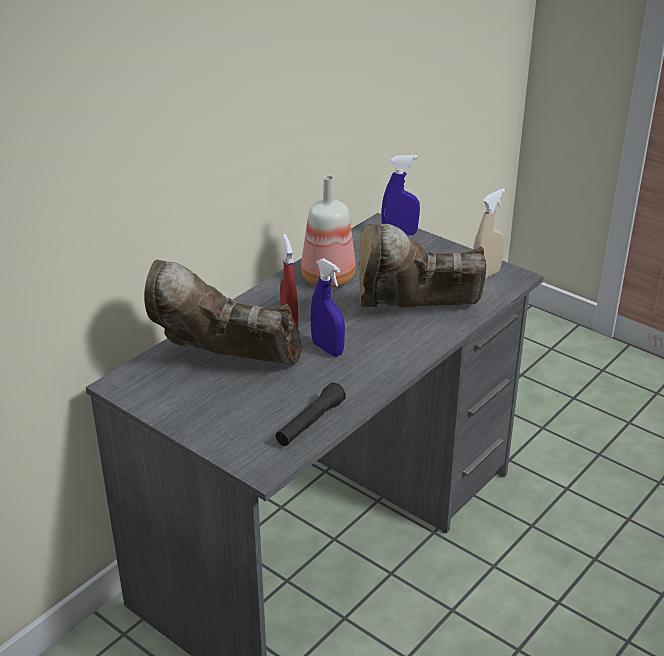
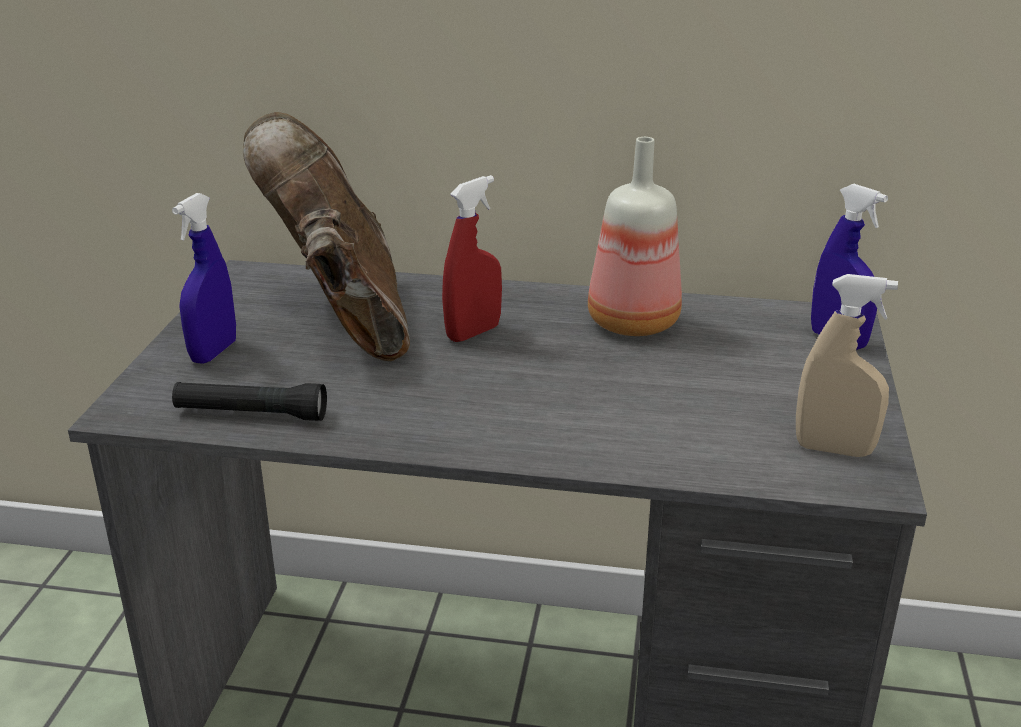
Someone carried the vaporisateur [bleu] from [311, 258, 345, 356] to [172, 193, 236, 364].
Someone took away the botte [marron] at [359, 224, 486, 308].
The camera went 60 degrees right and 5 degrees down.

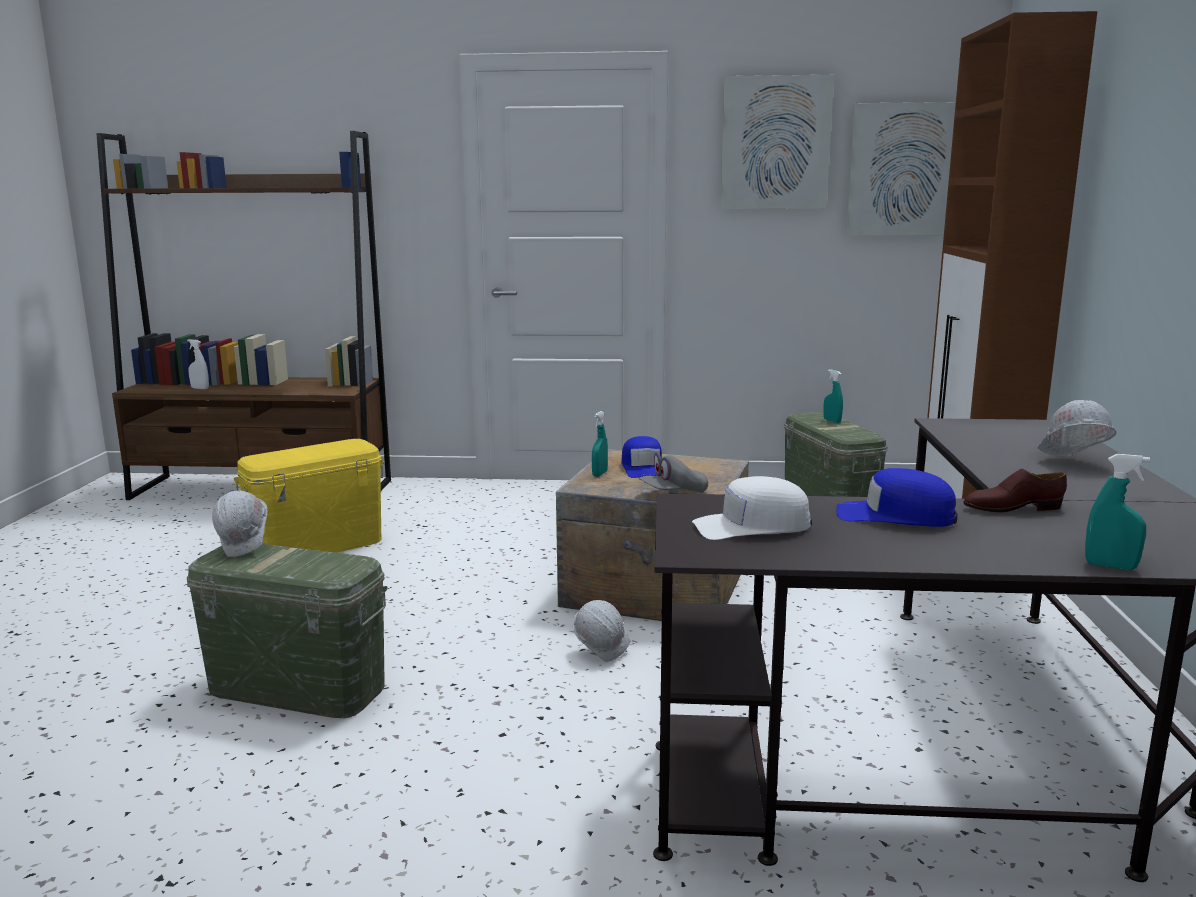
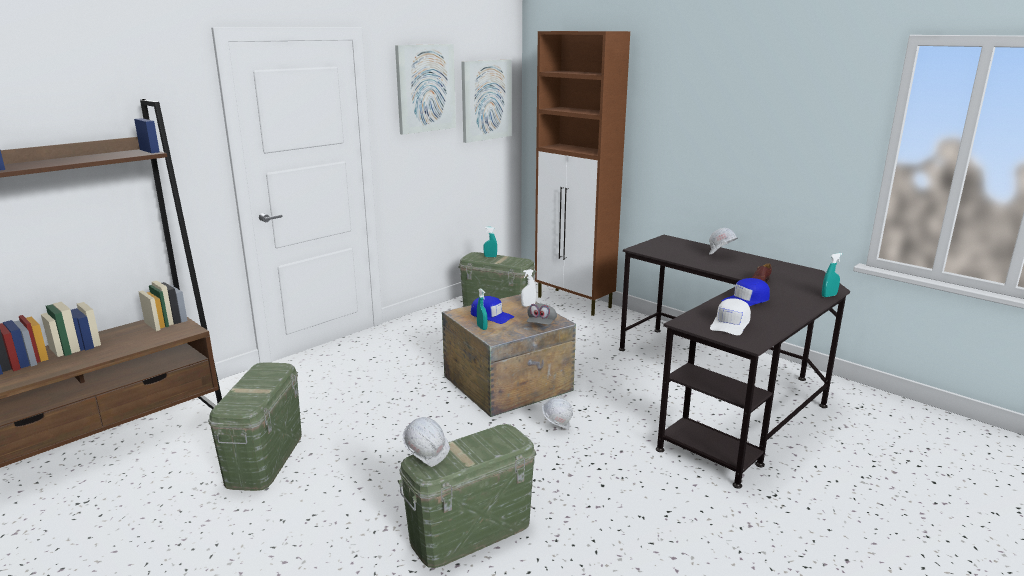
Someone repainted the boîte de rangement [jaune] at [234, 439, 384, 553], which became the boîte de rangement [vert] at [208, 362, 302, 491].
Someone carried the vaporisateur [blanc] from [187, 339, 209, 389] to [521, 269, 536, 307].
The camera went 50 degrees left and 5 degrees up.

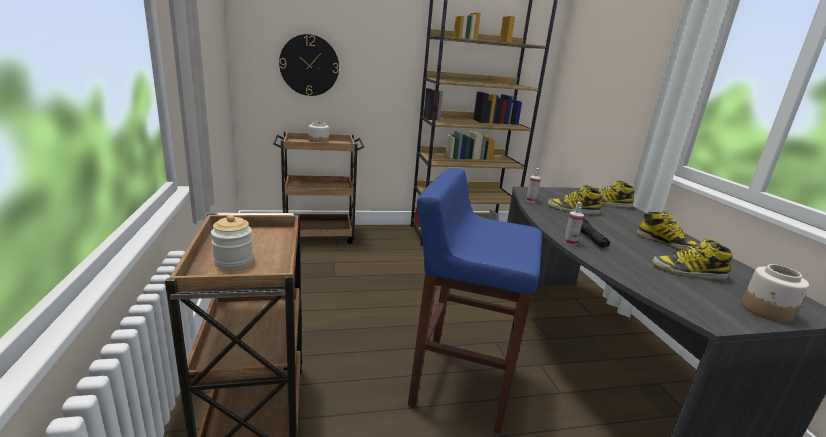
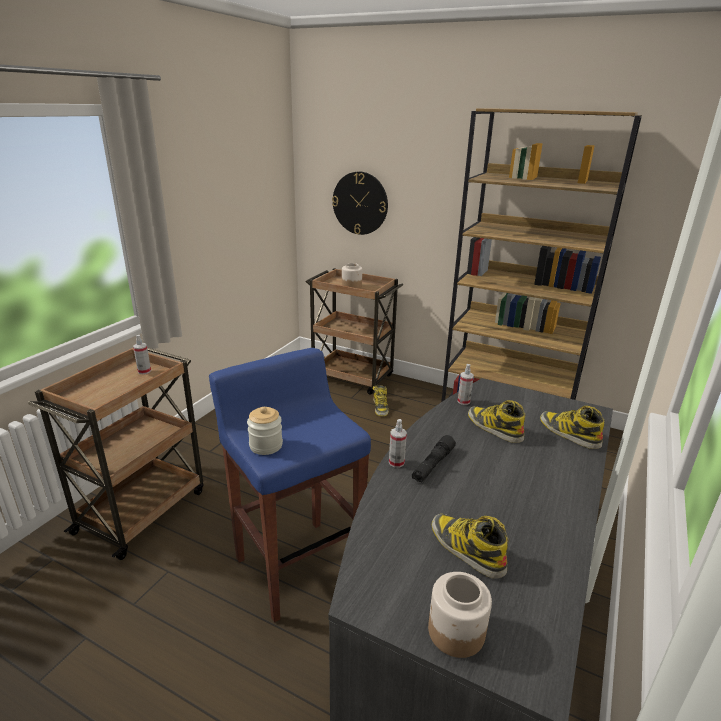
Someone put down the vaporisateur at [133, 335, 151, 374].
Someone carried the bocal from [211, 215, 253, 270] to [247, 407, 283, 455].
Someone carried the botte from [636, 211, 699, 250] to [373, 385, 389, 416].
The camera went 40 degrees right and 5 degrees up.

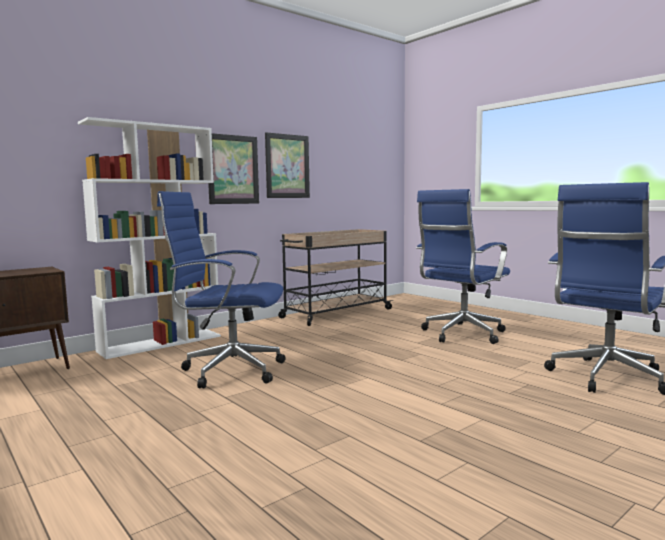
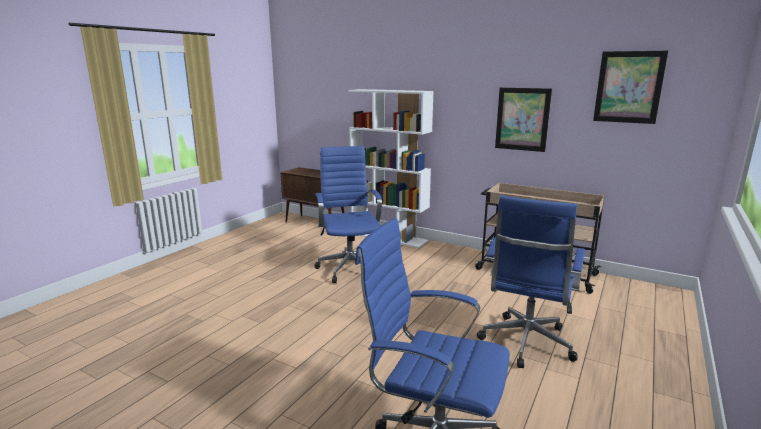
Someone rotated the chaise de bureau [bleu] at [416, 189, 510, 344] by 90 degrees counterclockwise.
Someone carried the tableau from [208, 133, 259, 204] to [593, 51, 668, 124].
The camera went 70 degrees right and 10 degrees up.

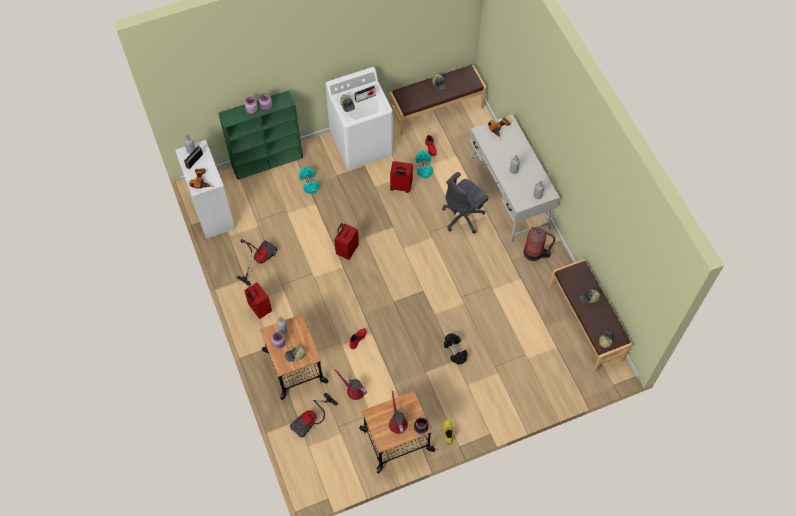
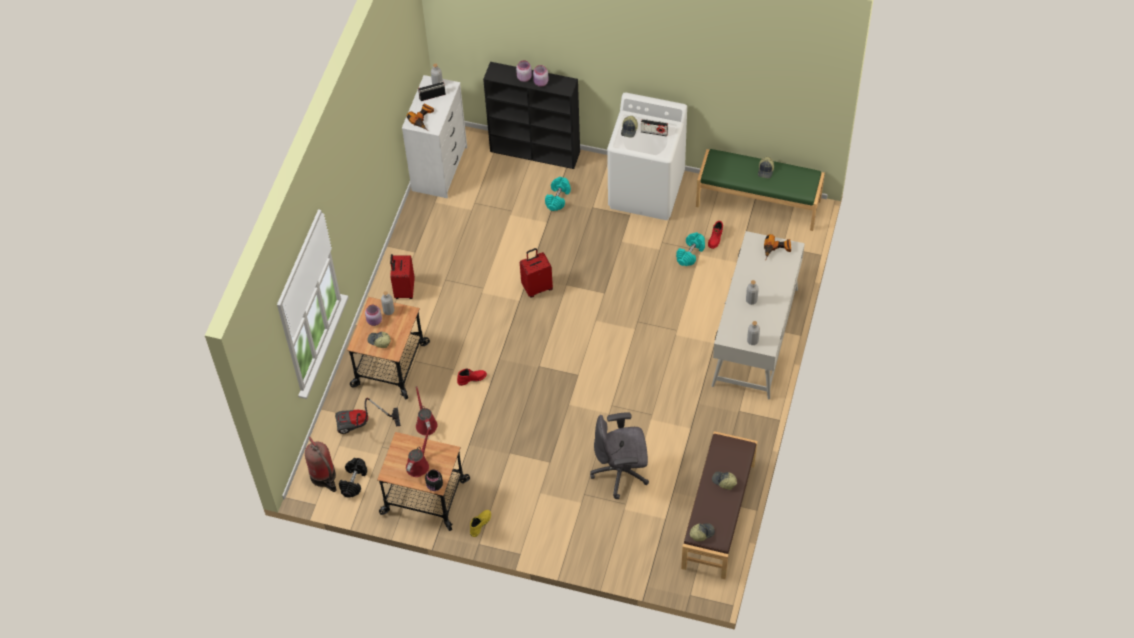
Someone carried the extincteur from [524, 226, 556, 261] to [305, 437, 336, 492].
Someone carried the haltère [noir] from [444, 333, 467, 364] to [339, 458, 367, 498].
Someone repainted the bibliothèque [vert] at [218, 90, 303, 180], which became the bibliothèque [noir] at [483, 62, 580, 169].
Someone carried the chaise de bureau [gris] from [442, 172, 488, 234] to [590, 412, 649, 499].
Someone repainted the banc [marron] at [390, 65, 486, 136], which became the banc [vert] at [696, 149, 825, 231].
Someone took away the aspirateur at [236, 239, 278, 286].
Someone took away the valise [rouge] at [390, 161, 413, 193].
The camera went 40 degrees right and 5 degrees down.

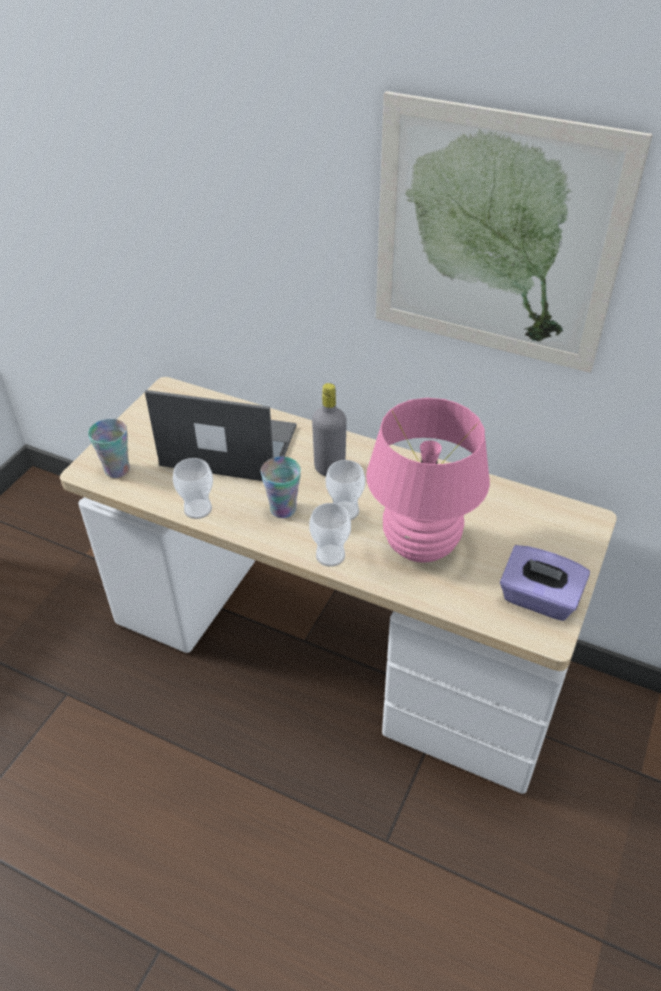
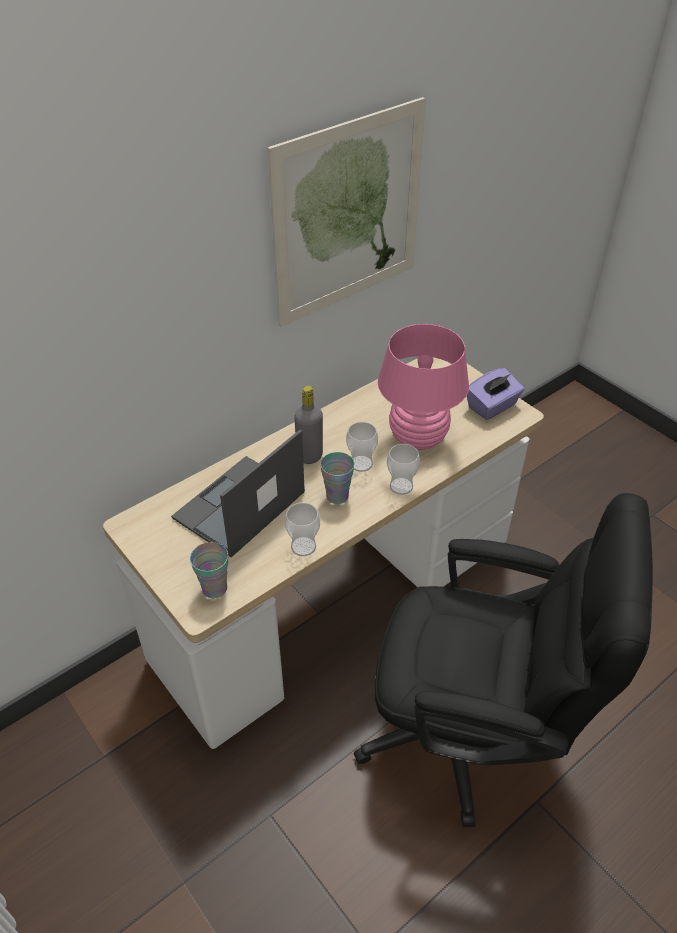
Someone put down the chaise de bureau [noir] at [354, 493, 653, 827].
The camera went 65 degrees left and 0 degrees up.

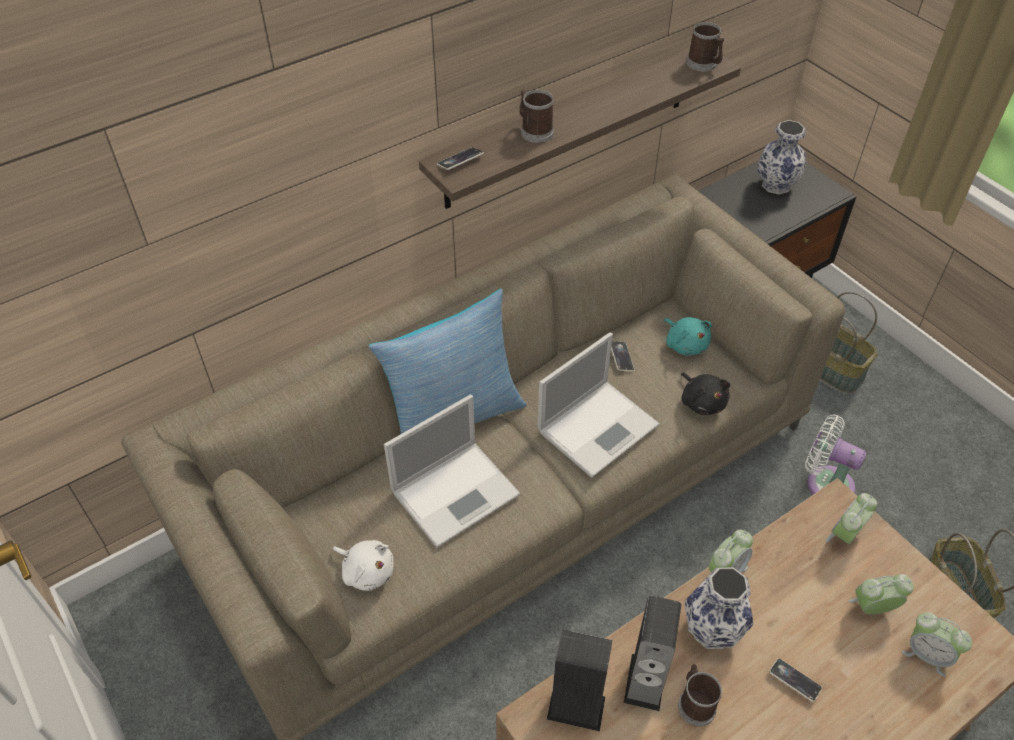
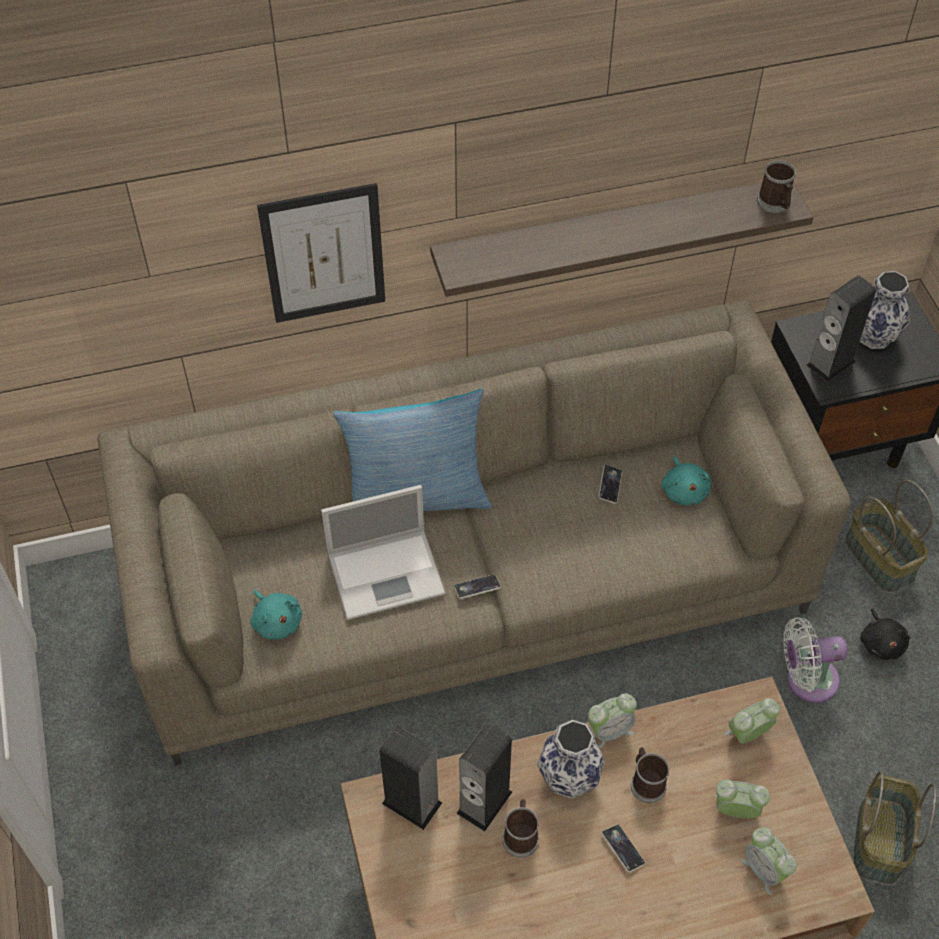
Someone repainted the peluche [blanc] at [333, 540, 394, 591], which became the peluche [turquoise] at [251, 590, 302, 640].
Someone put up the tableau at [257, 183, 385, 323].
Someone carried the téléphone from [437, 147, 484, 170] to [454, 574, 501, 599].
Someone carried the mug from [519, 89, 554, 143] to [631, 747, 669, 803].
Someone rotated the ventilateur [blanc] at [805, 414, 866, 495] by 60 degrees counterclockwise.
Someone put down the enceinte at [806, 275, 876, 382].
Someone carried the peluche [noir] from [681, 372, 730, 415] to [860, 609, 910, 660].
Someone took away the ordinateur portable at [537, 332, 660, 478].
The camera went 20 degrees right and 5 degrees up.

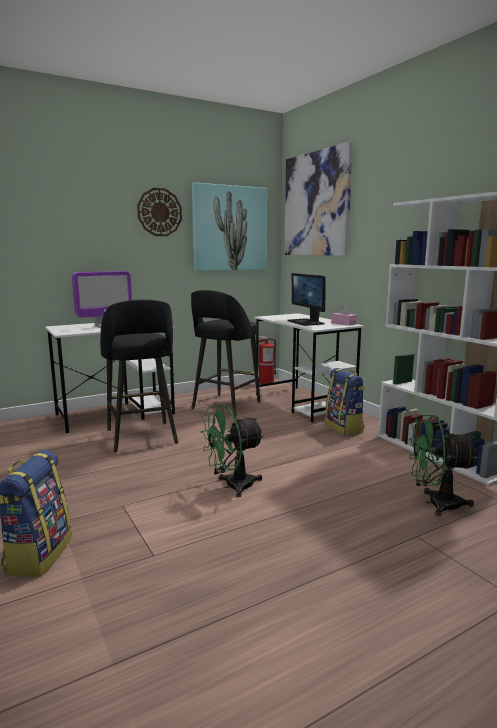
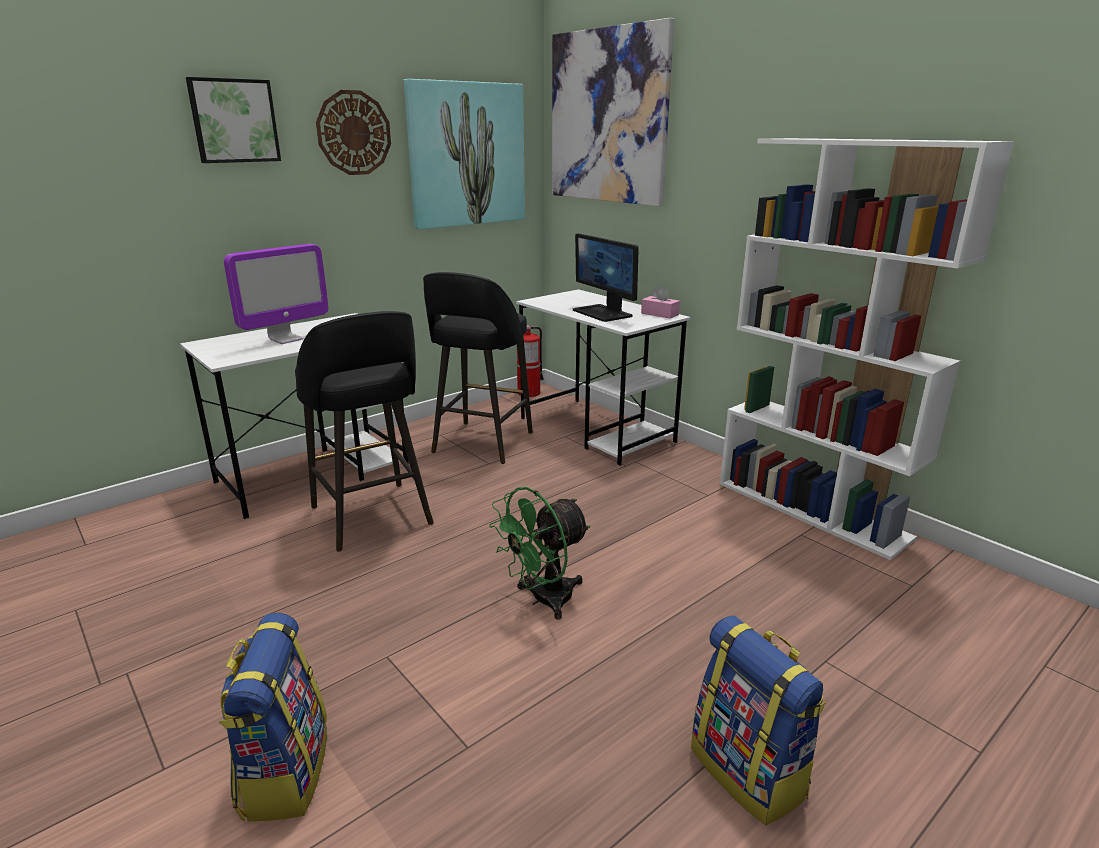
Someone put up the tableau at [186, 77, 281, 163].
Someone carried the sac à dos from [325, 368, 365, 436] to [691, 615, 826, 825].
Someone took away the ventilateur [vert] at [409, 415, 478, 516].
The camera went 10 degrees left and 10 degrees up.

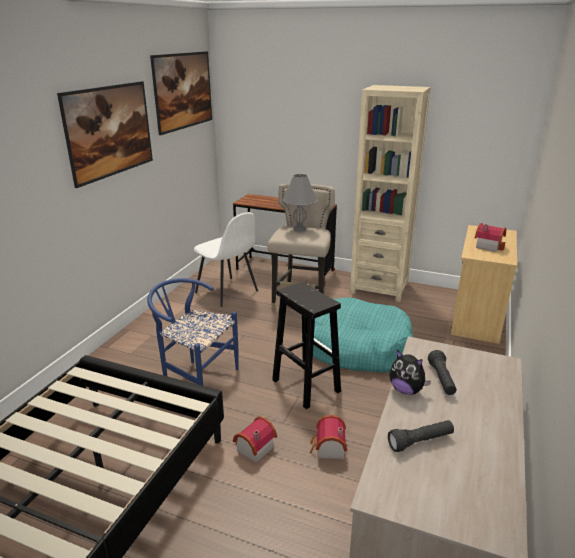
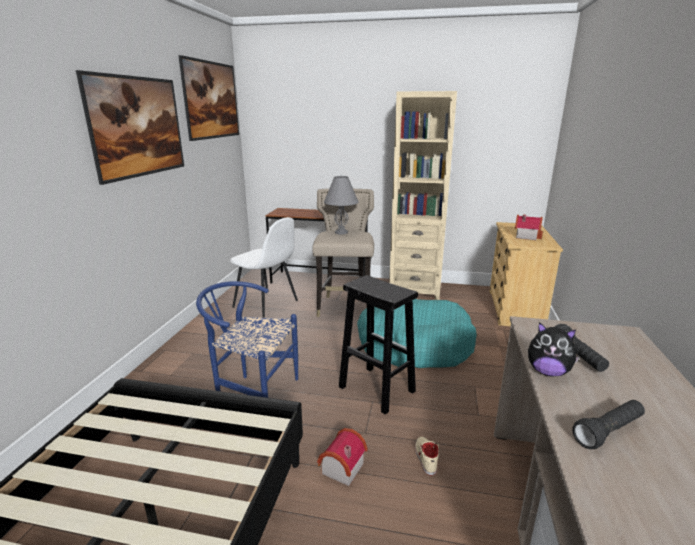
Someone swapped the maison miniature at [310, 415, 347, 459] for the chaussure [beige] at [415, 437, 439, 475].
The camera went 10 degrees left and 5 degrees down.

